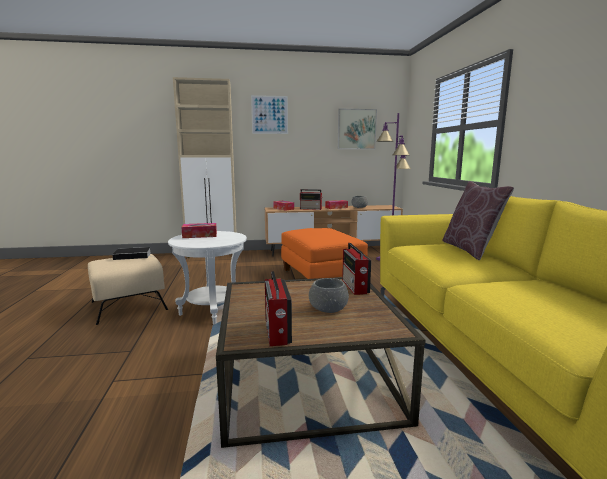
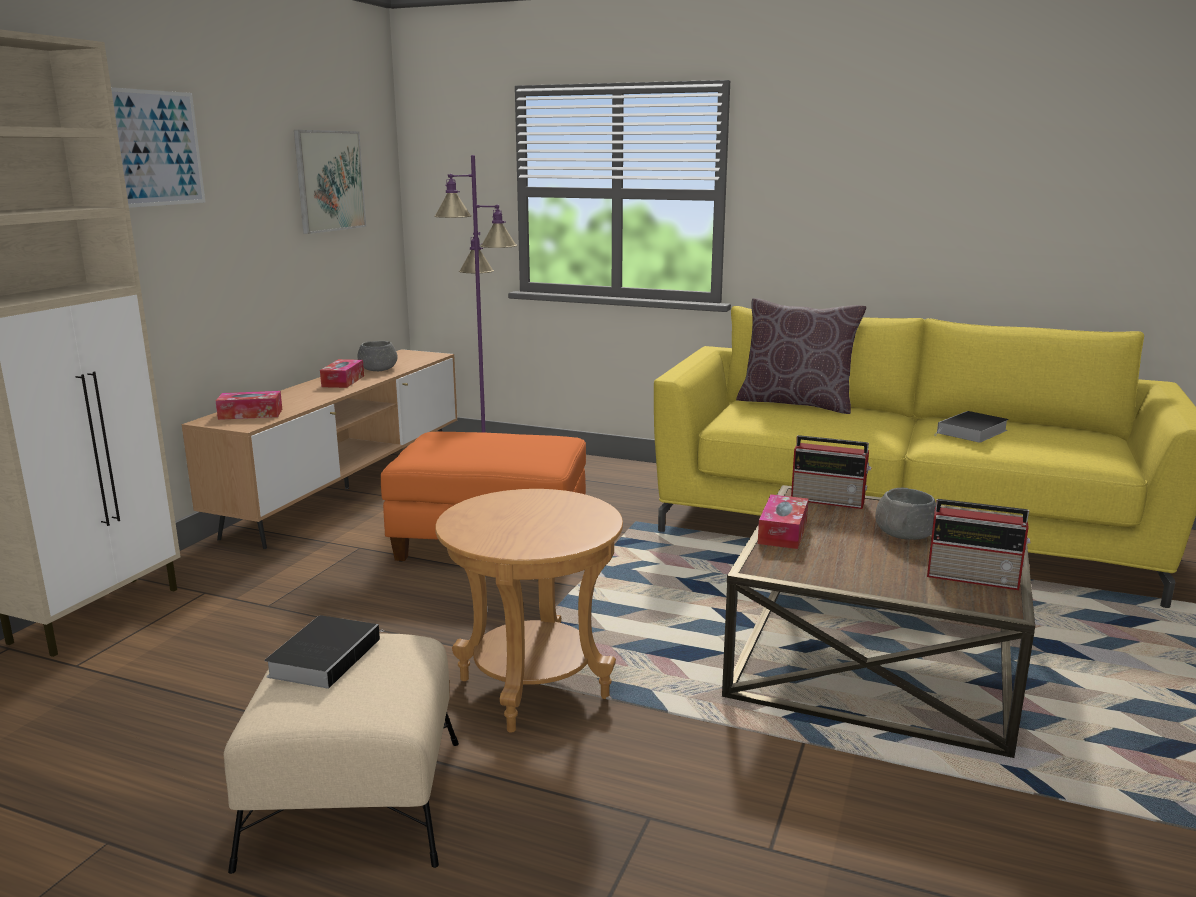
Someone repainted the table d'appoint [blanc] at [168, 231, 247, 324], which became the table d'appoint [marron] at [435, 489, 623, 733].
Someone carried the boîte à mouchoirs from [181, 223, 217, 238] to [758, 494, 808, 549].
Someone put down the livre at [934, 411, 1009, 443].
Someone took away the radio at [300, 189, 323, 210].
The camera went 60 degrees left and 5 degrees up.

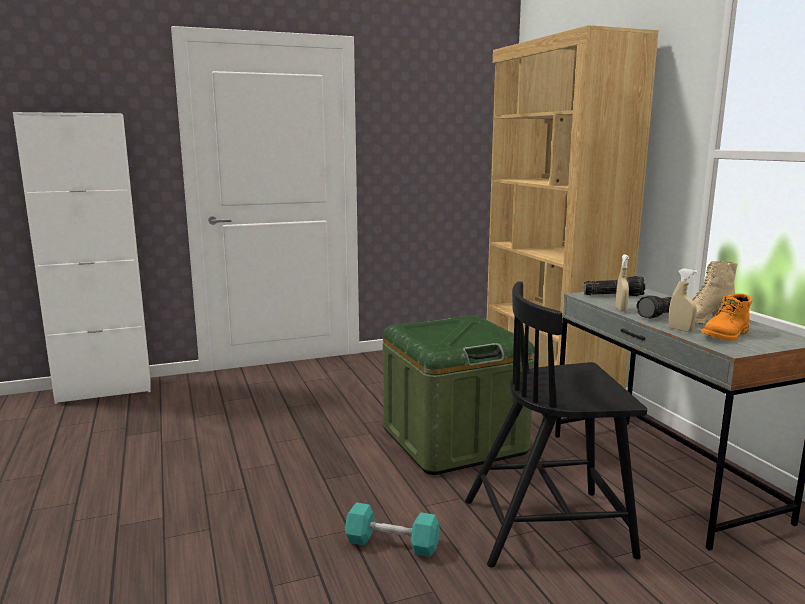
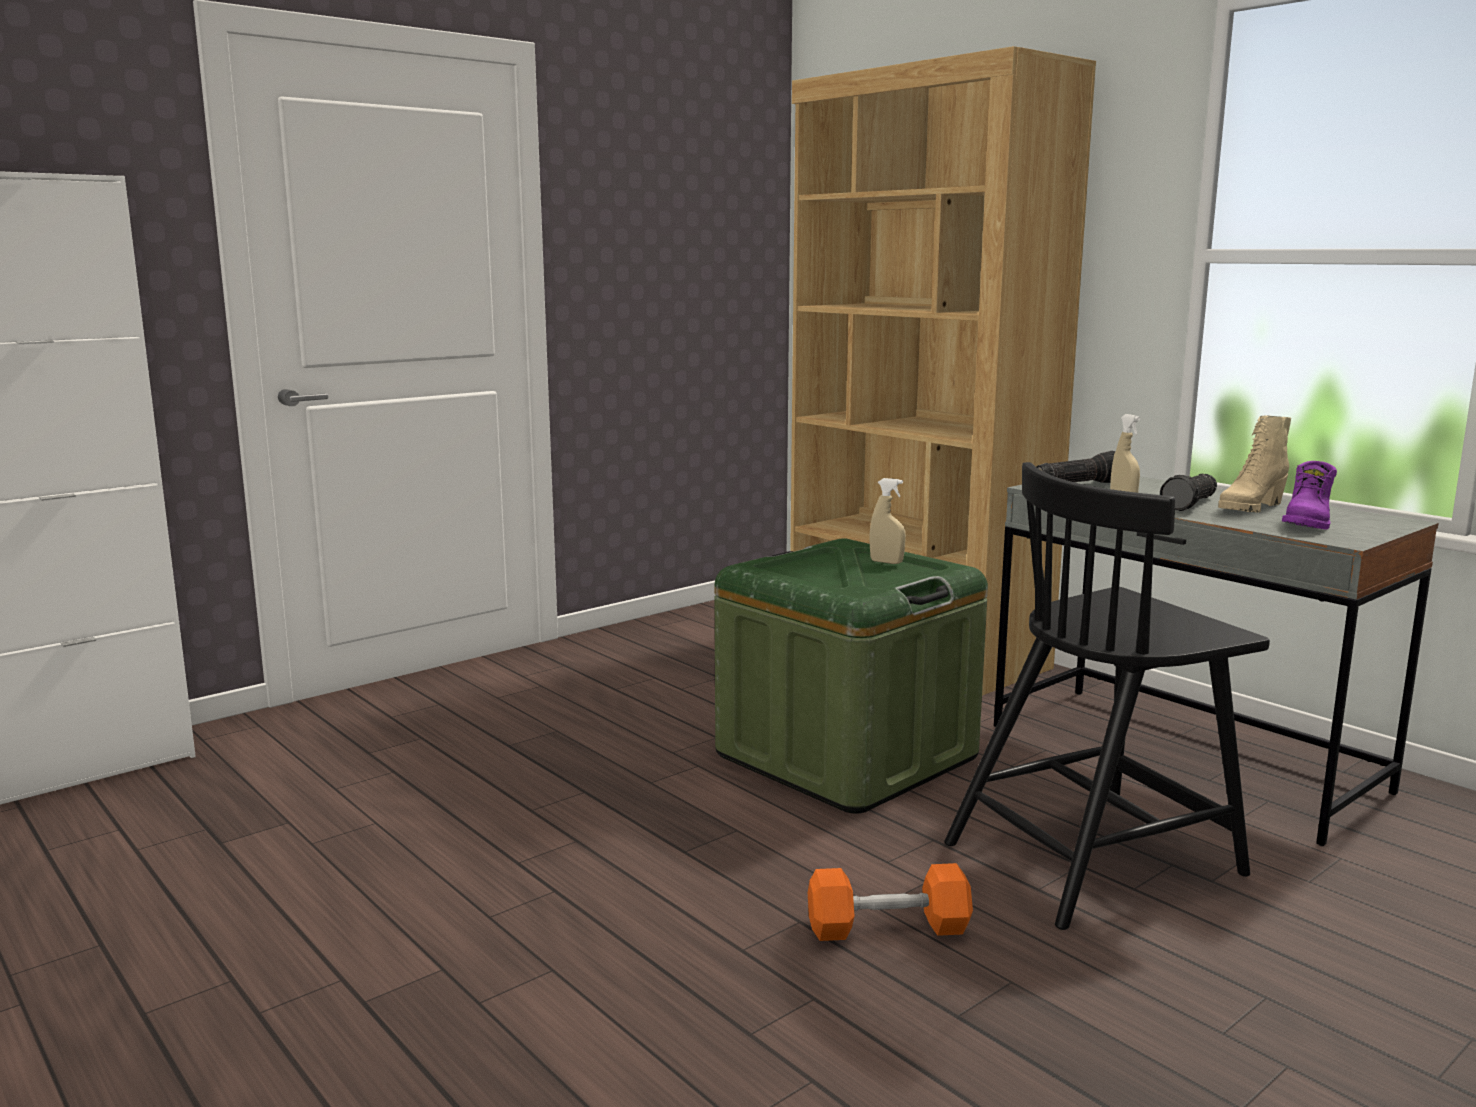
Someone repainted the haltère [turquoise] at [345, 502, 440, 557], which became the haltère [orange] at [808, 863, 973, 941].
Someone carried the vaporisateur [beige] from [669, 268, 698, 332] to [869, 478, 906, 564].
Someone repainted the botte [orange] at [701, 294, 752, 341], which became the botte [violet] at [1282, 461, 1337, 529].
The camera went 20 degrees left and 0 degrees up.

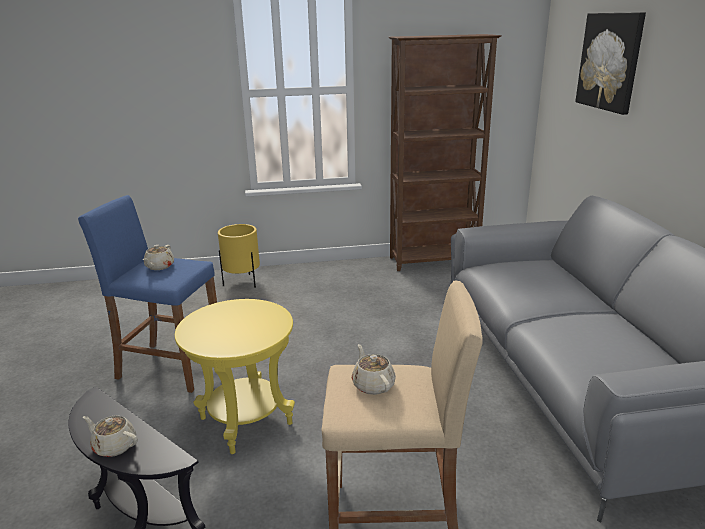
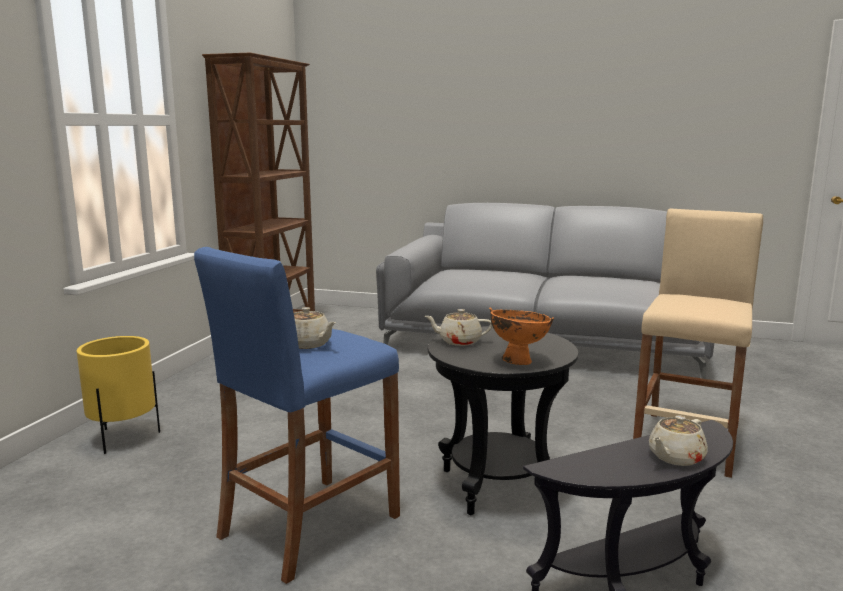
Someone carried the théière [beige] from [352, 344, 396, 395] to [425, 309, 493, 346].
Someone repainted the table d'appoint [jaune] at [175, 299, 295, 454], which became the table d'appoint [noir] at [428, 326, 579, 515].
Someone put down the bol [orange] at [489, 307, 554, 365].
Someone took away the tableau at [575, 12, 646, 115].
The camera went 65 degrees left and 10 degrees down.

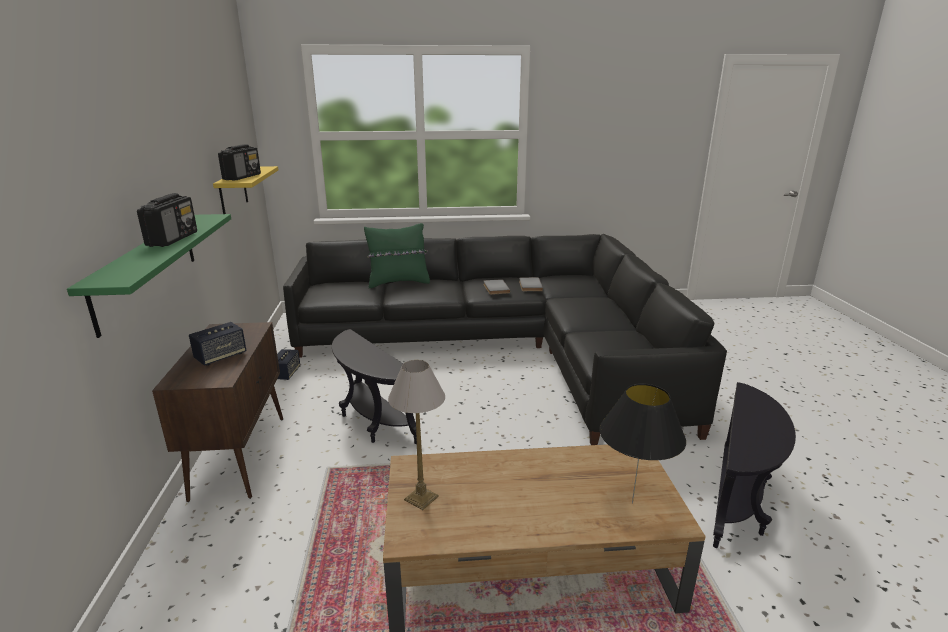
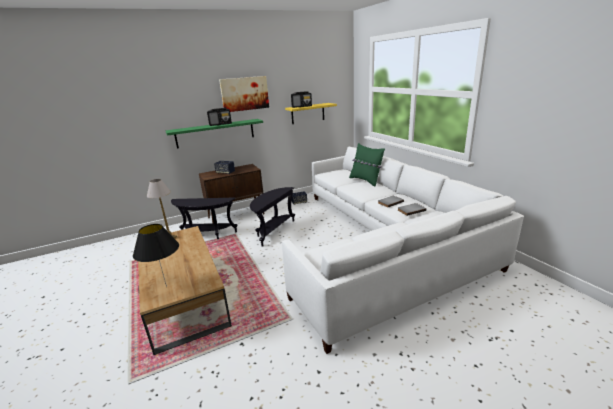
Someone carried the table d'appoint [noir] from [713, 382, 796, 548] to [171, 197, 237, 239].
Someone put up the tableau at [219, 76, 269, 112].
Someone repainted the canapé [noir] at [283, 234, 727, 445], which became the canapé [blanc] at [282, 147, 524, 354].
The camera went 70 degrees right and 0 degrees up.

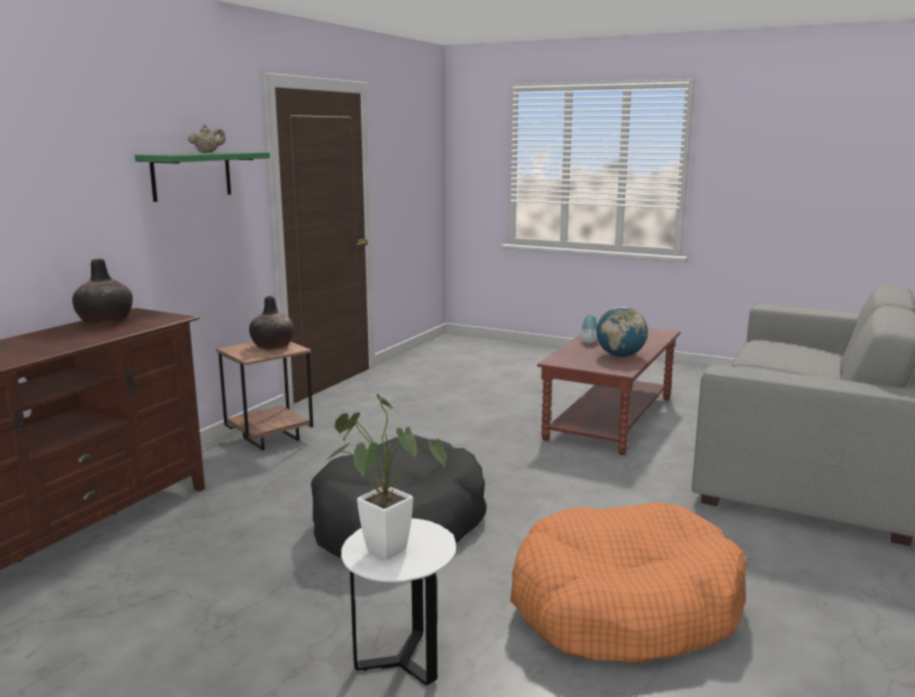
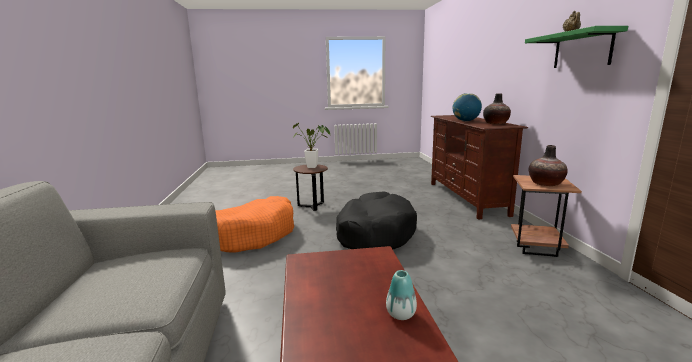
Someone repainted the table d'appoint [blanc] at [341, 518, 456, 685], which became the table d'appoint [marron] at [293, 164, 328, 211].
Someone carried the globe from [596, 307, 648, 357] to [453, 93, 482, 121].
The camera went 145 degrees right and 0 degrees up.

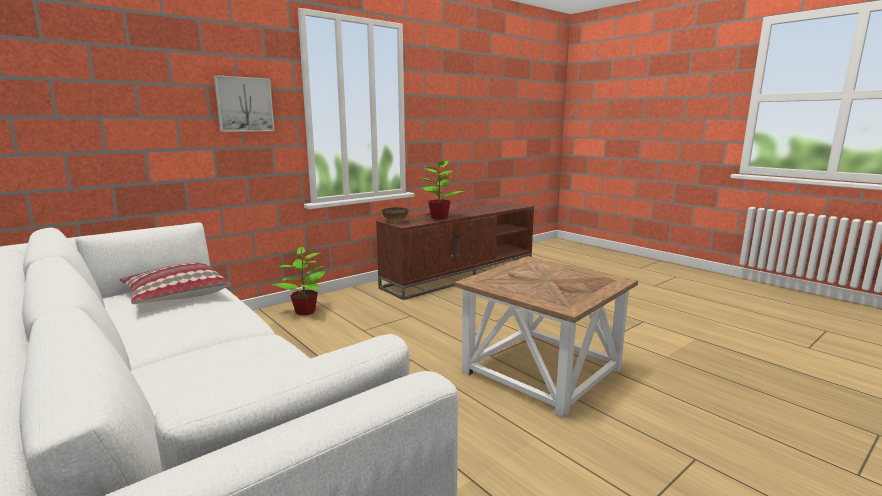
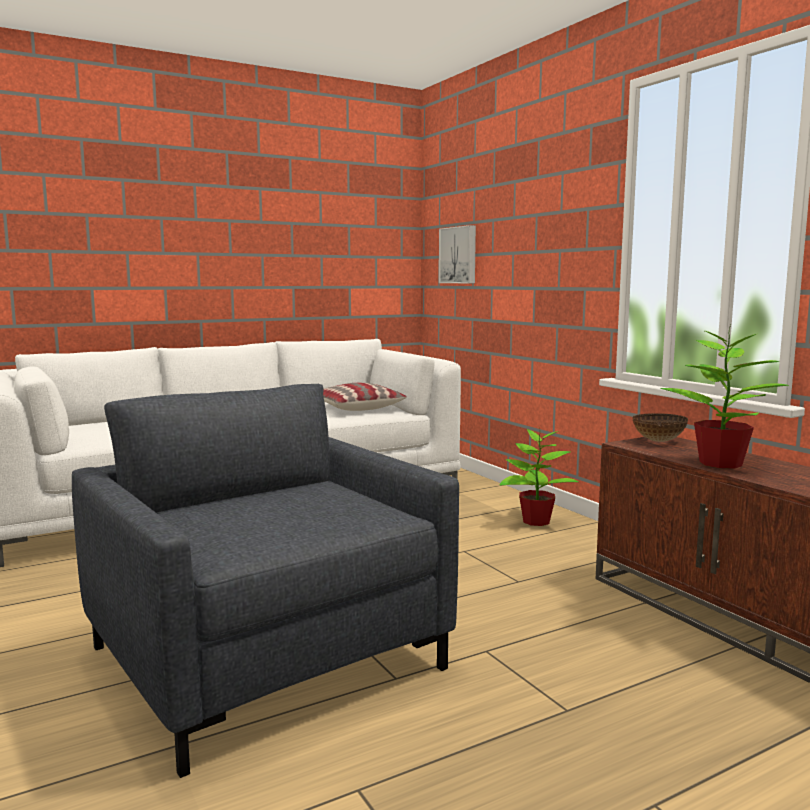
Someone swapped the table d'appoint [marron] at [455, 256, 638, 418] for the fauteuil [gris] at [72, 384, 459, 778].
Someone carried the tableau from [214, 75, 274, 132] to [439, 225, 476, 283].
The camera went 100 degrees right and 5 degrees down.

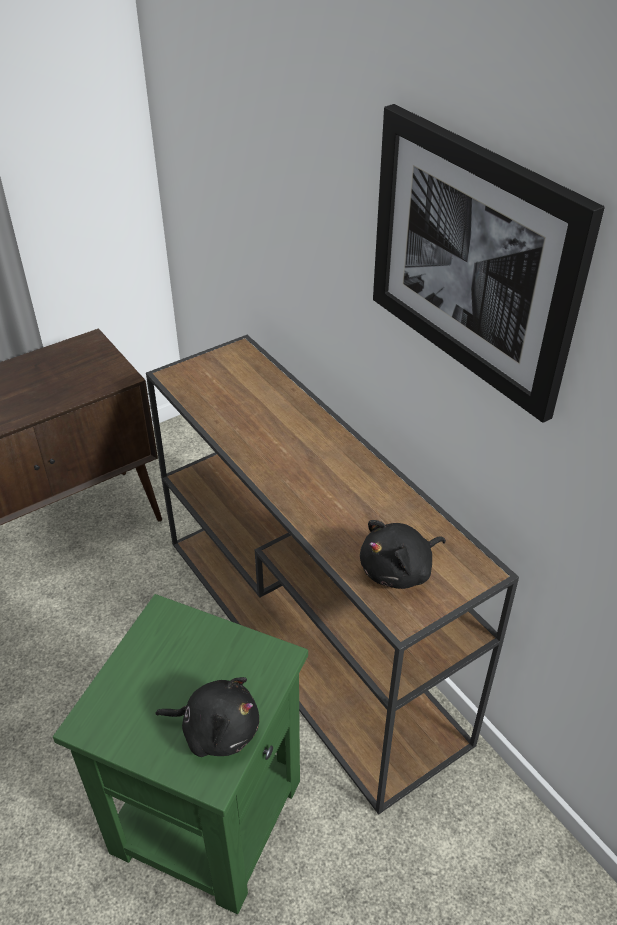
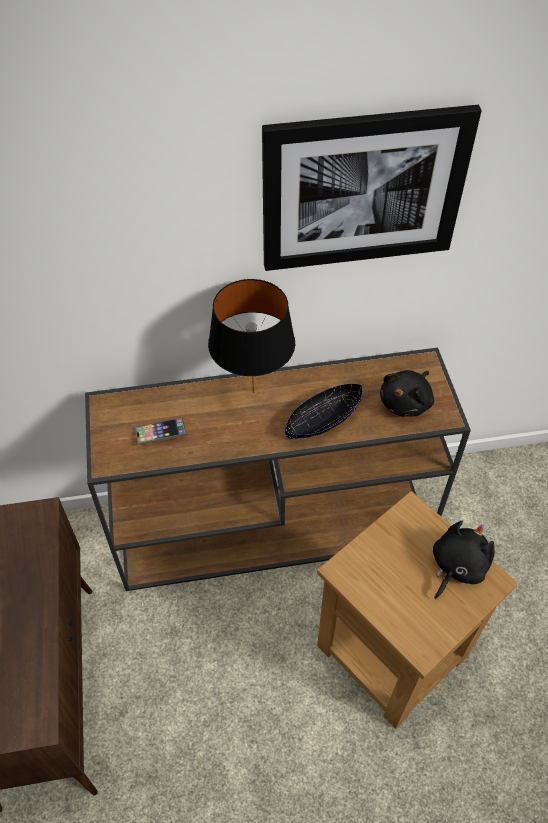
Someone put down the téléphone at [135, 418, 186, 445].
Someone put down the lampe de table [noir] at [208, 279, 295, 393].
Someone put down the bol [noir] at [285, 384, 362, 439].
Someone repainted the table d'appoint [vert] at [53, 594, 308, 914], which became the table d'appoint [marron] at [317, 491, 518, 729].
Someone rotated the peluche [noir] at [360, 520, 446, 589] by 45 degrees clockwise.
The camera went 65 degrees left and 10 degrees up.

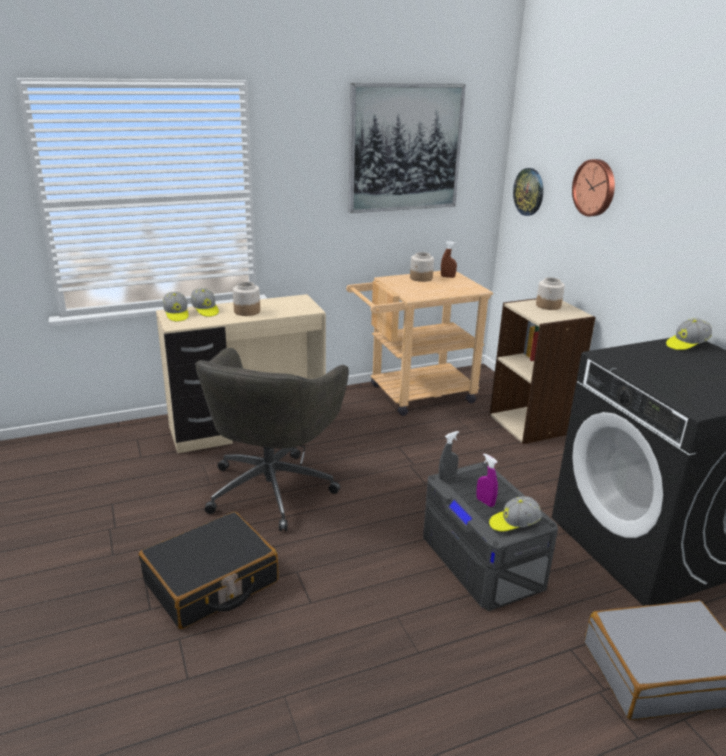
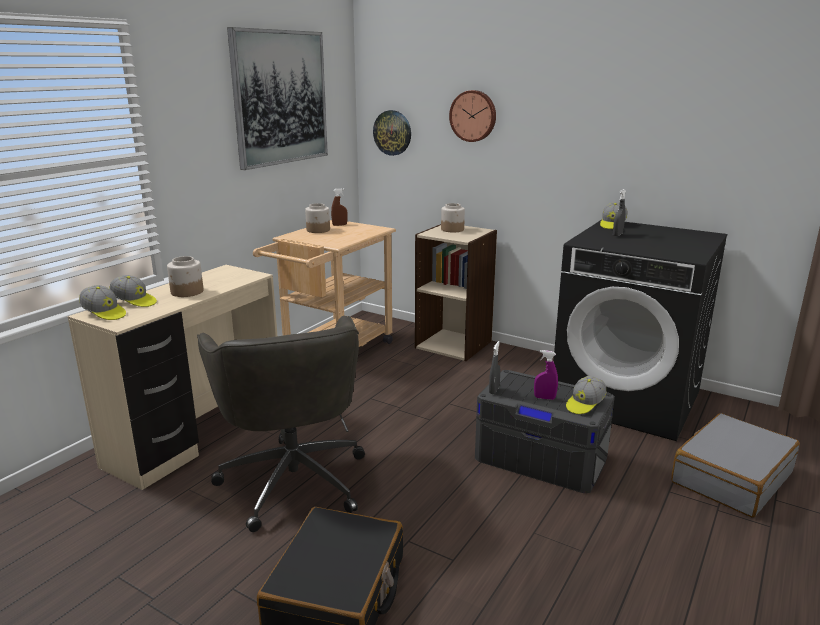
Someone put down the vaporisateur [gris] at [613, 189, 626, 236].
The camera went 35 degrees left and 5 degrees down.

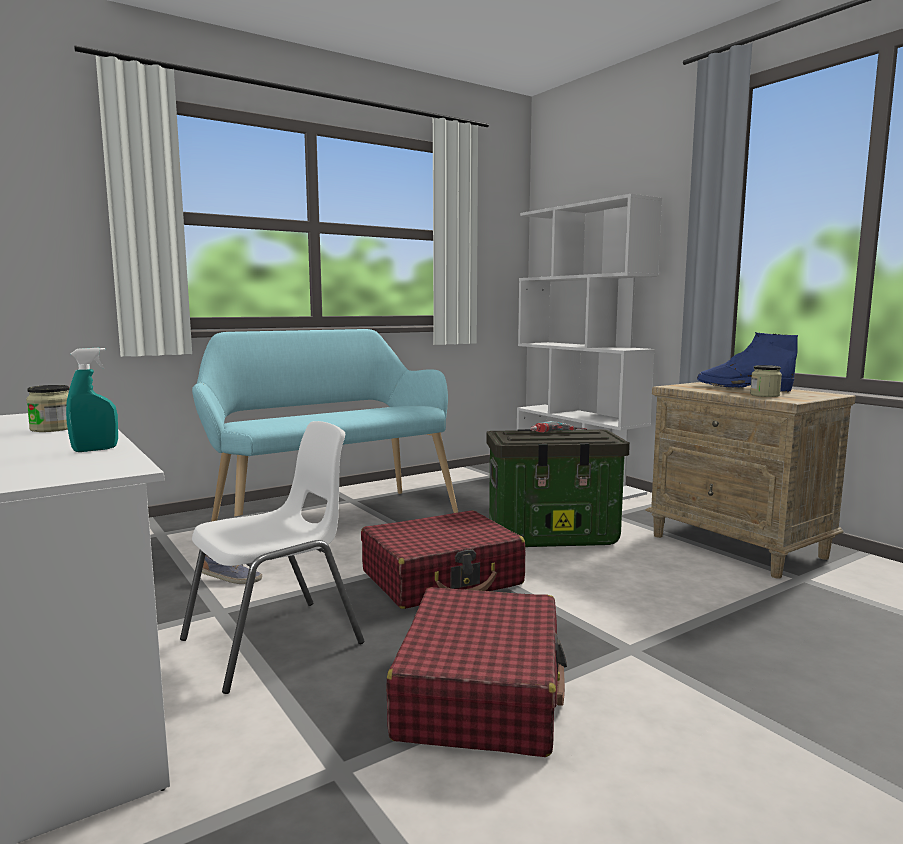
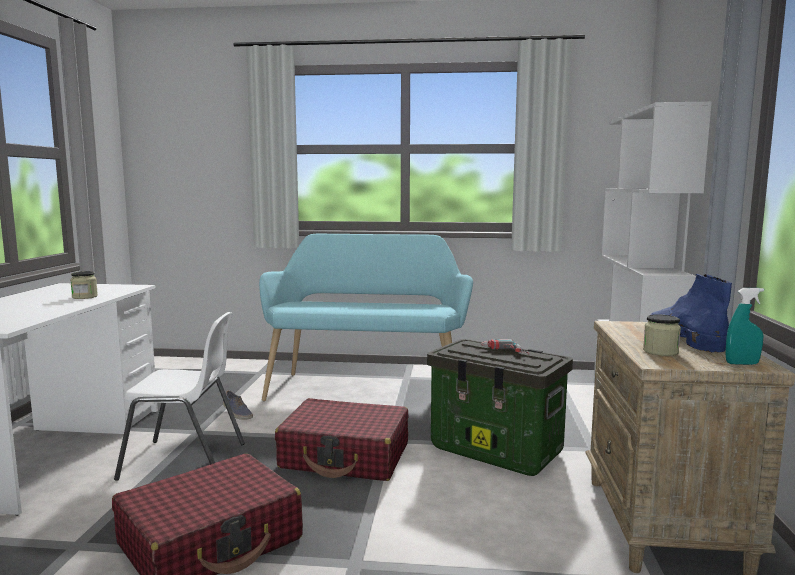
Someone carried the vaporisateur [turquoise] from [66, 348, 118, 452] to [725, 288, 764, 365].
The camera went 40 degrees right and 0 degrees up.

